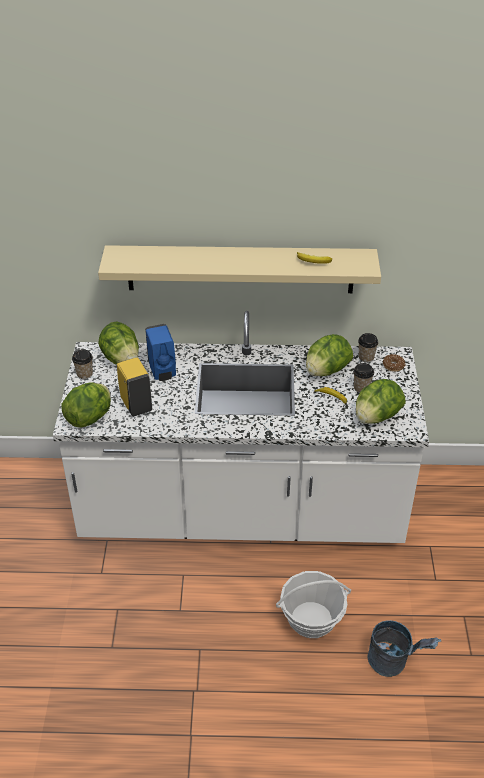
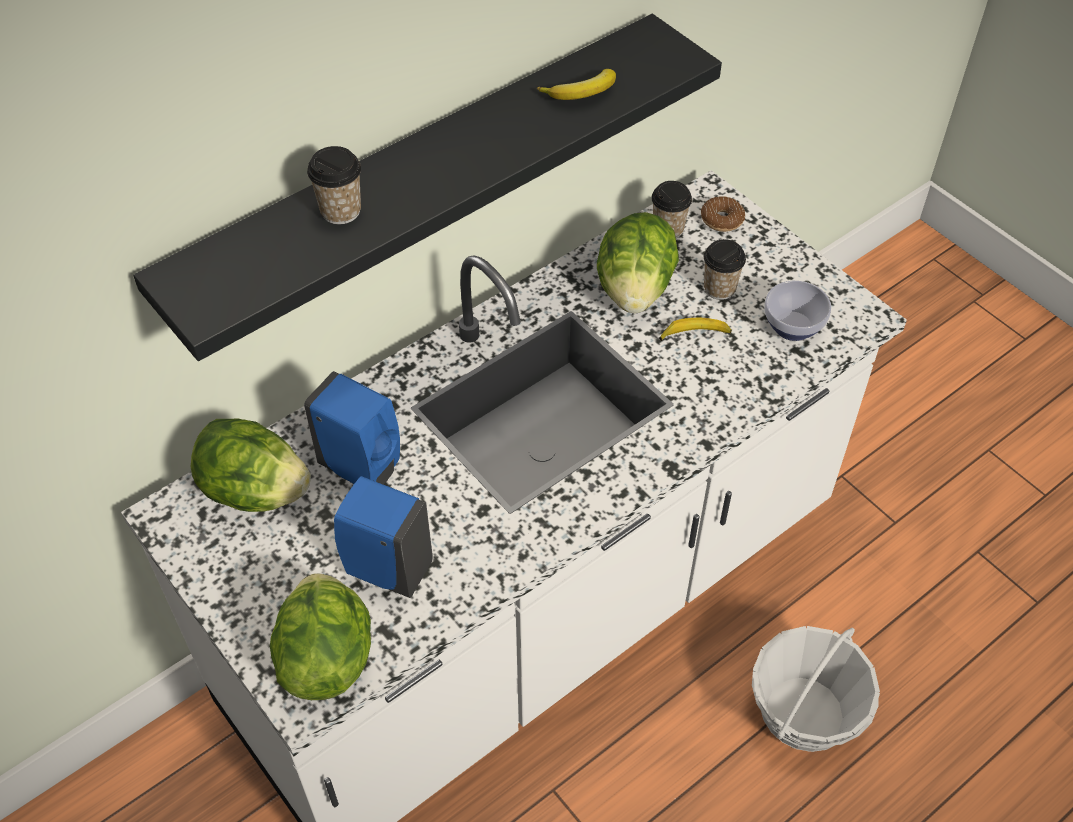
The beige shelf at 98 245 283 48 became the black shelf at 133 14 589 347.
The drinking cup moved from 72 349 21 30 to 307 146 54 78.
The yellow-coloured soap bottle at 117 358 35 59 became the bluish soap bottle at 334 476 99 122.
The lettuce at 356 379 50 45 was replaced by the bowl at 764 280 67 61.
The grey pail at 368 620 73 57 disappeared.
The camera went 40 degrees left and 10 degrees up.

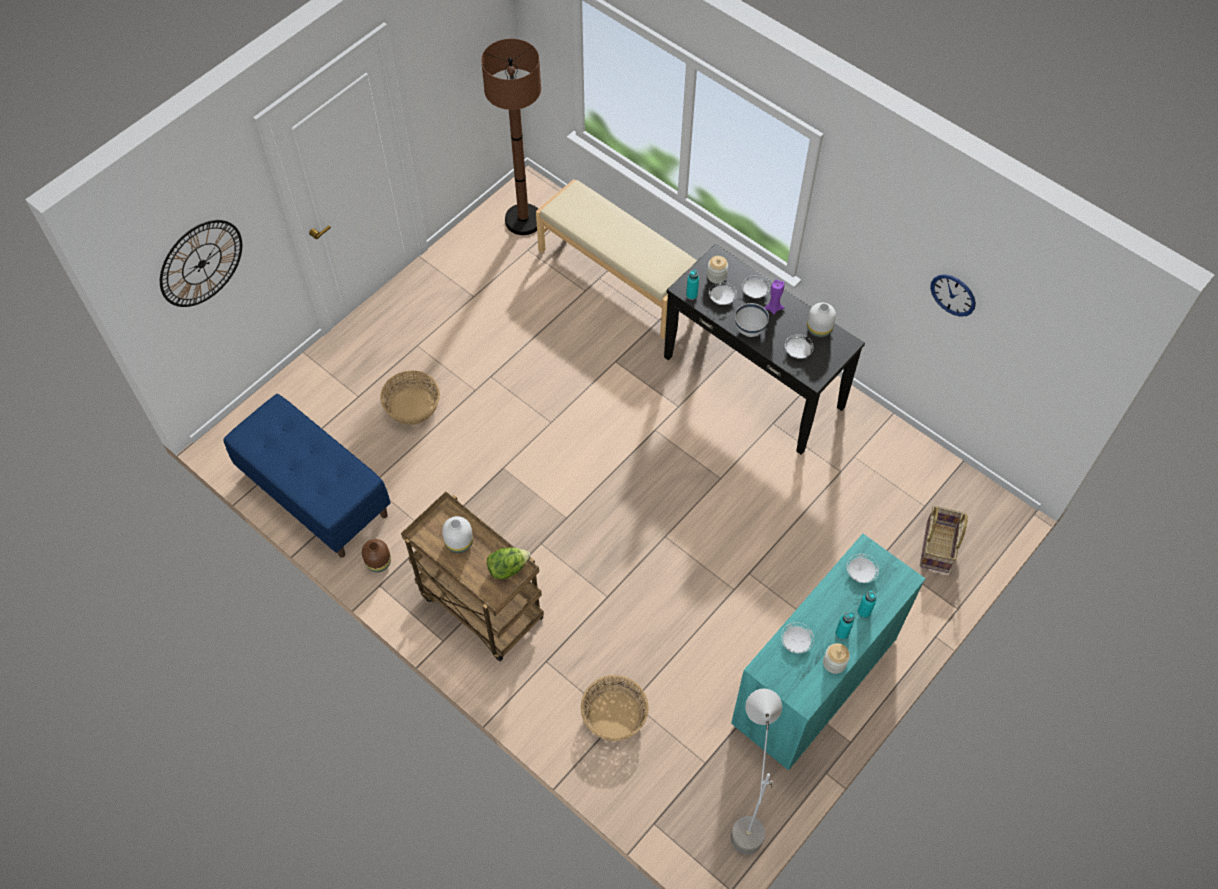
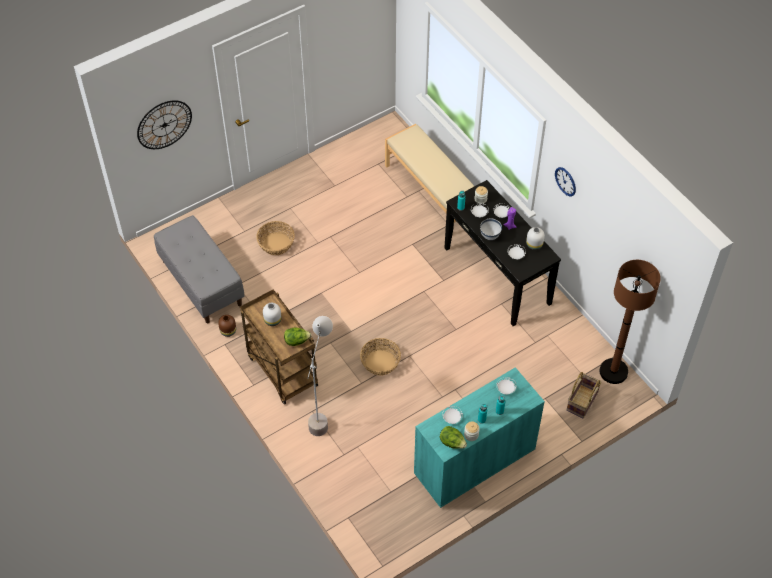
The bluish long seat at 223 394 168 164 became the grey long seat at 154 215 91 108.
The grey standard lamp moved from 730 689 52 165 to 307 316 26 120.
The basket moved from 581 675 68 66 to 360 338 41 38.
The lettuce at 440 426 27 23 appeared.
The wall clock moved from 930 274 46 43 to 555 167 21 29.
The brown-coloured standard lamp moved from 481 39 60 196 to 599 260 62 124.
The camera went 15 degrees right and 5 degrees down.

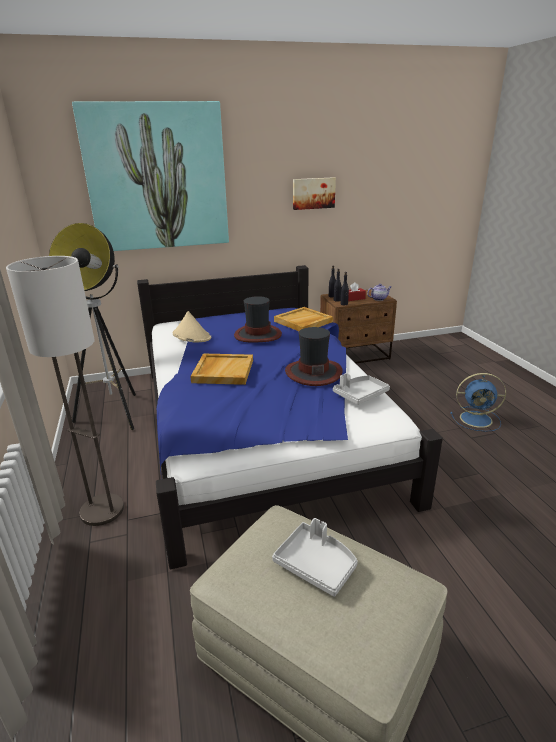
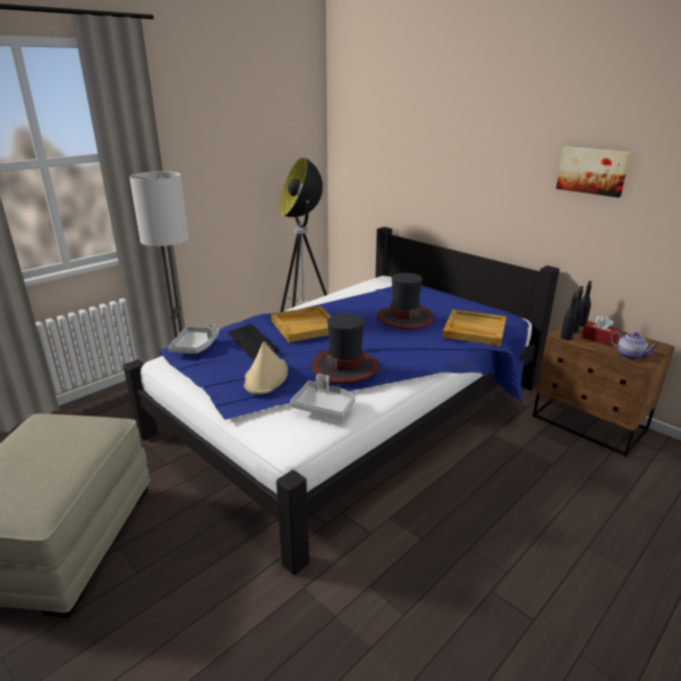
The grey serving tray moved from 272 518 86 79 to 169 324 50 30.
The computer keyboard at 227 324 51 35 appeared.
The beige clothing hat moved from 173 311 38 32 to 244 342 44 52.
The wall art at 72 101 157 150 disappeared.
The bluish fan at 450 373 56 59 disappeared.
The camera went 60 degrees right and 0 degrees up.

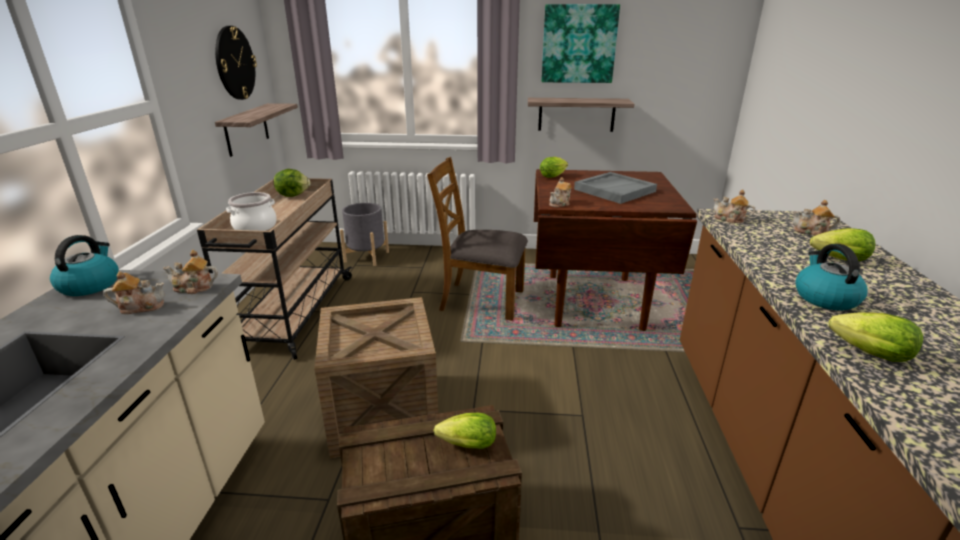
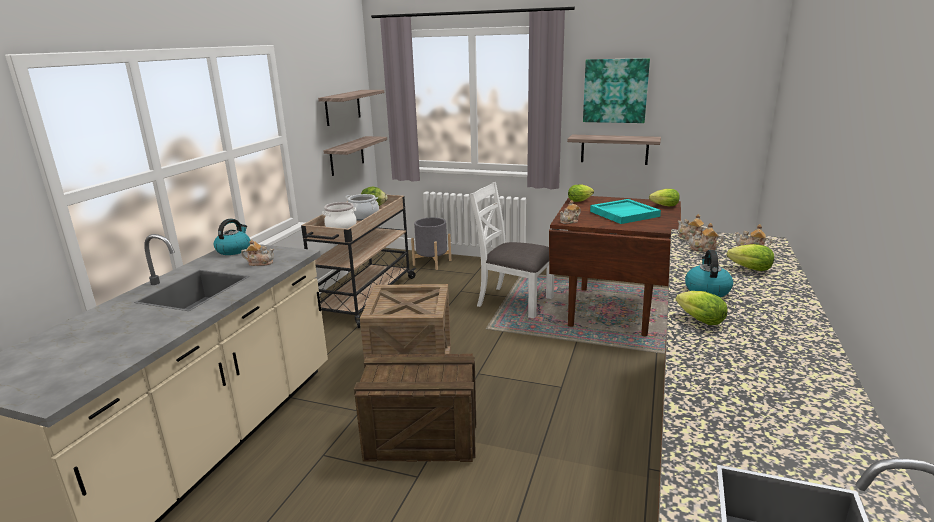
The wall clock at 215 26 42 74 was replaced by the shelf at 318 90 66 36.
The saucepot at 345 194 34 27 appeared.
The brown-coloured plain chair at 427 157 101 164 became the white-coloured plain chair at 470 182 84 136.
The grey serving tray at 574 172 83 32 became the blue-green serving tray at 590 199 71 25.
The lettuce moved from 434 413 62 36 to 649 189 30 17.
The teapot moved from 163 250 55 44 to 688 223 36 29.
The camera went 15 degrees right and 5 degrees down.

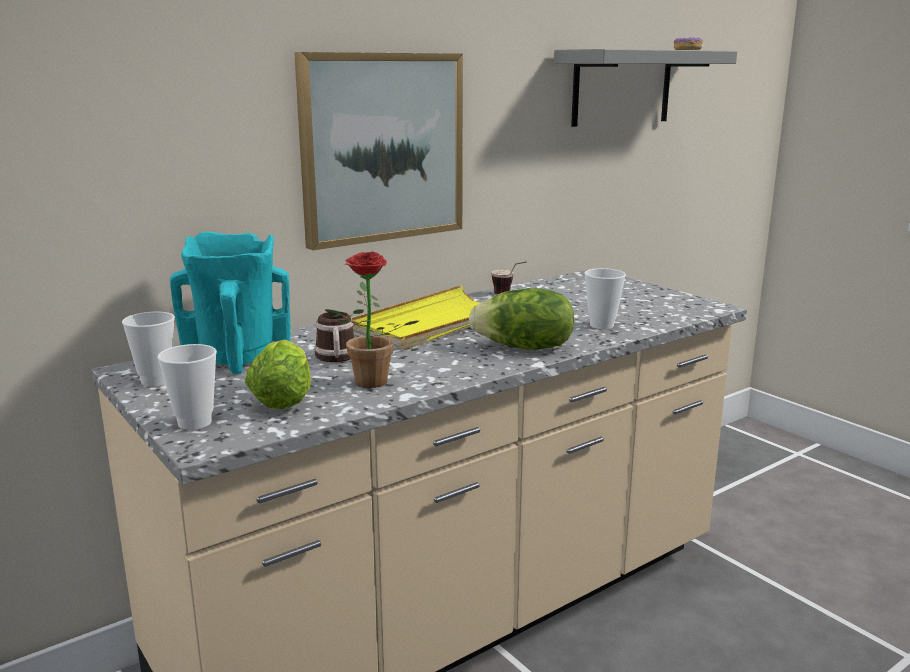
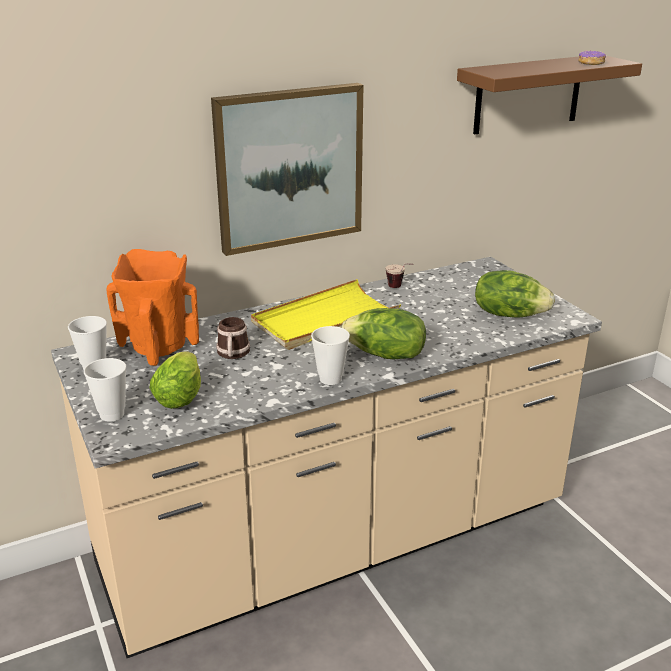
The blue-green decorative vase at 170 232 121 142 became the orangey decorative vase at 107 249 92 117.
The drinking cup moved from 584 268 42 61 to 311 326 39 59.
The grey shelf at 554 49 183 78 became the brown-coloured shelf at 457 56 185 79.
The lettuce at 475 270 80 48 appeared.
The plant in a pot at 325 252 94 136 disappeared.
The camera went 10 degrees right and 10 degrees up.

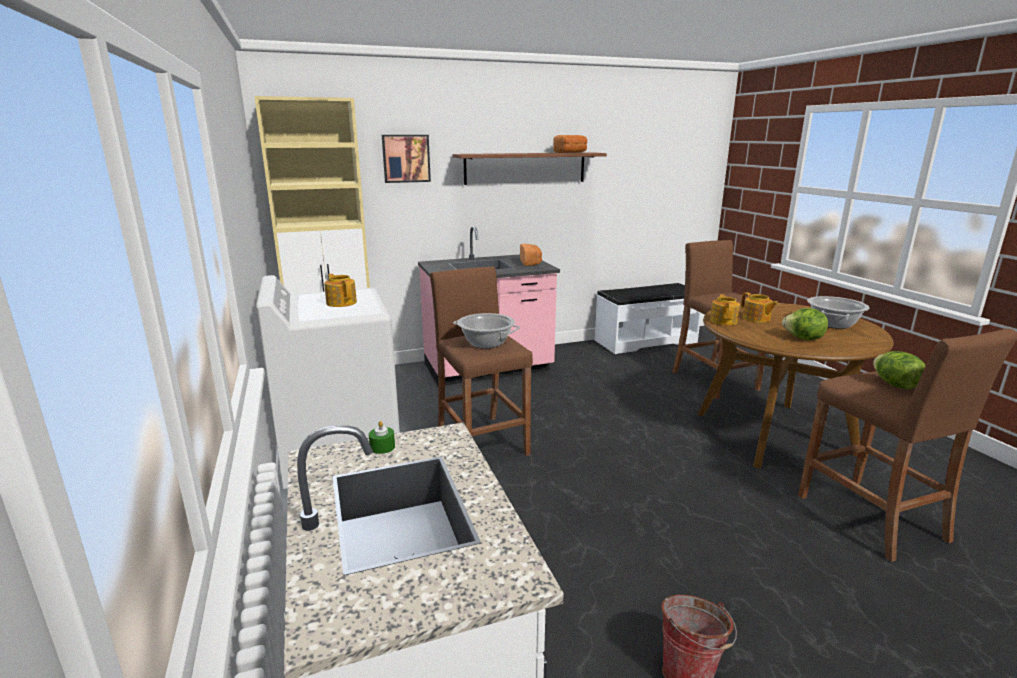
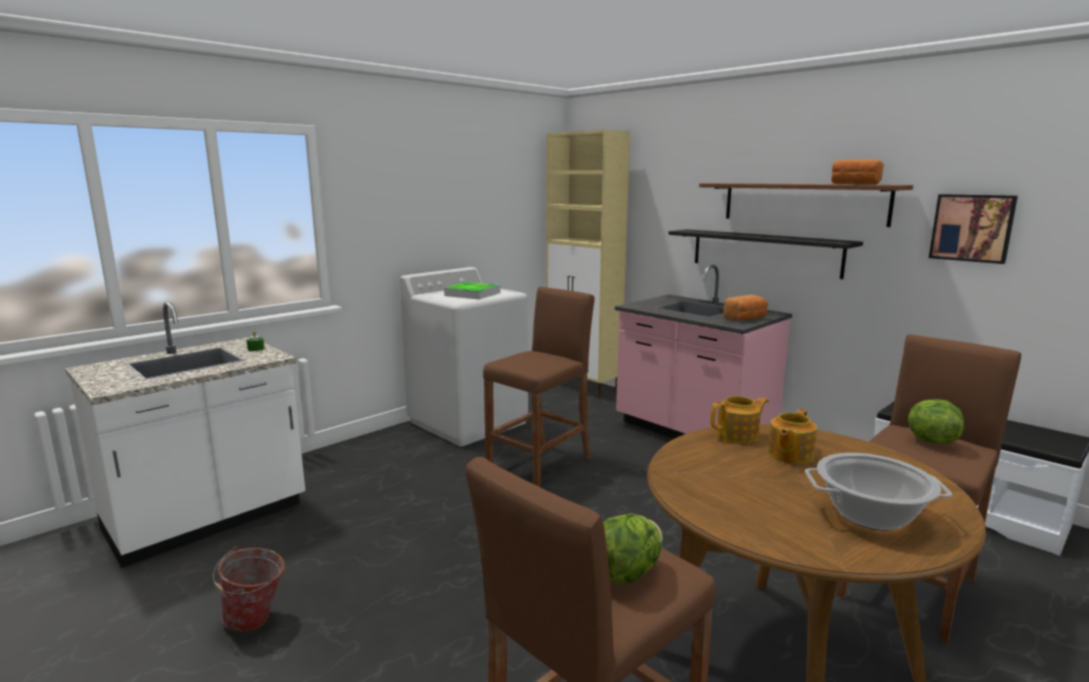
The teapot at 324 274 33 33 was replaced by the serving tray at 444 282 57 17.
The black shelf at 668 229 195 50 appeared.
The lettuce moved from 782 308 46 32 to 908 399 56 45.
The wall art moved from 382 135 49 48 to 929 194 89 70.
The saucepot at 453 313 67 36 disappeared.
The camera went 65 degrees right and 5 degrees down.

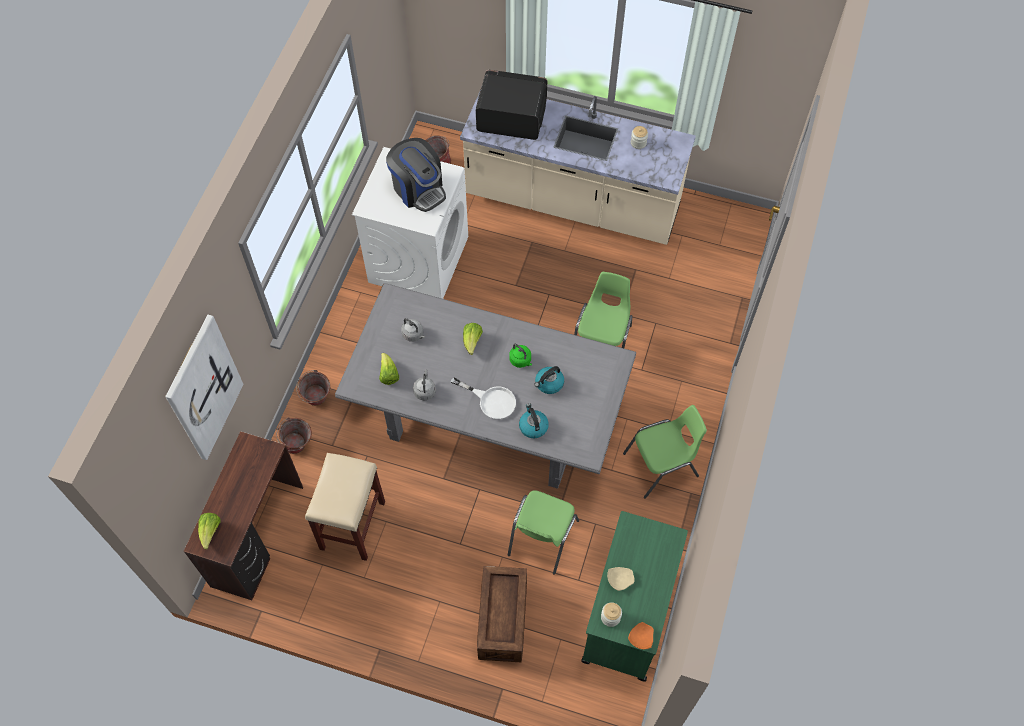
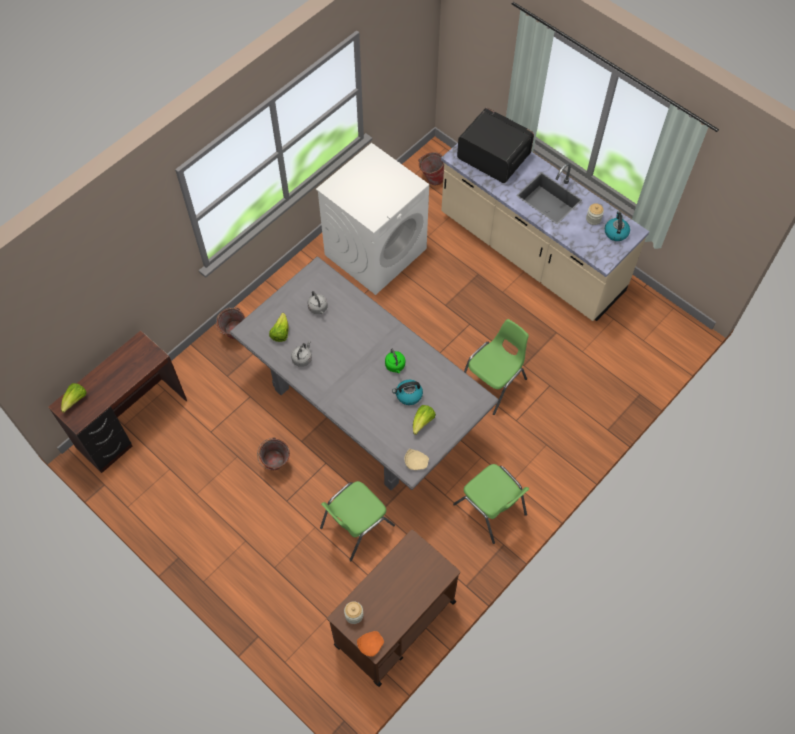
The pail moved from 276 417 36 37 to 257 437 33 33.
The green wheeled cart at 581 511 107 171 became the brown-coloured wheeled cart at 327 530 133 157.
The beige flat dish moved from 607 567 28 24 to 405 449 24 21.
The lettuce moved from 463 323 20 32 to 413 405 23 30.
The green plain chair at 623 405 84 94 turned 45 degrees clockwise.
The water kettle moved from 519 403 30 35 to 605 211 25 30.
The wall art at 165 315 79 145 disappeared.
The beige stool seat at 305 453 80 108 disappeared.
The coffee machine at 386 138 60 74 disappeared.
The white-coloured frying pan at 451 377 65 42 disappeared.
The shipping crate at 477 566 50 96 disappeared.
The camera went 25 degrees right and 0 degrees up.

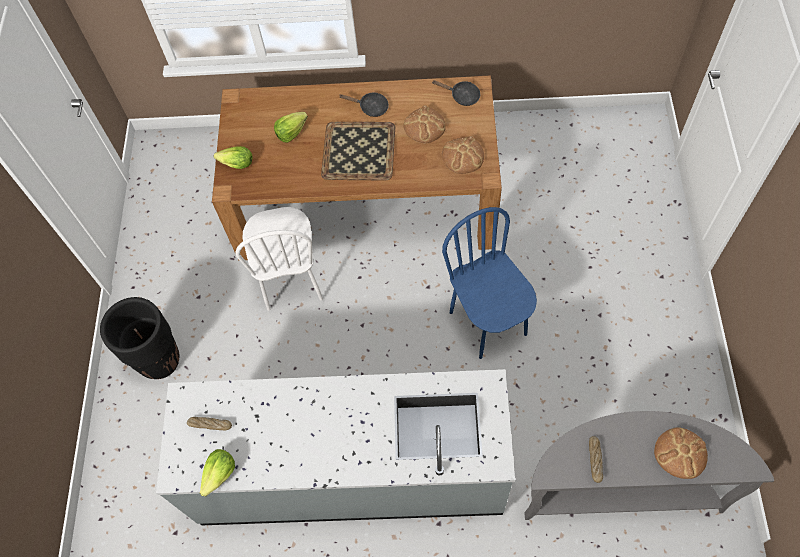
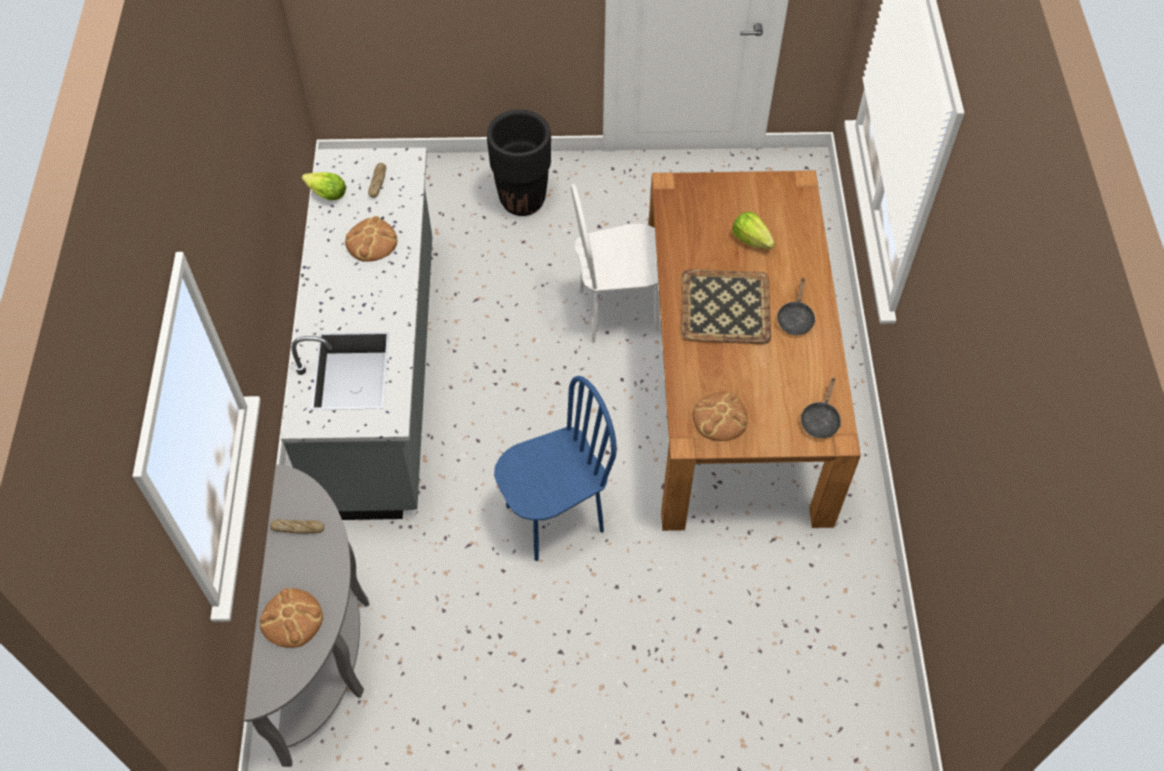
The bread moved from 404 105 42 38 to 345 216 52 46.
The lettuce at 214 146 39 23 disappeared.
The camera went 85 degrees right and 5 degrees down.

